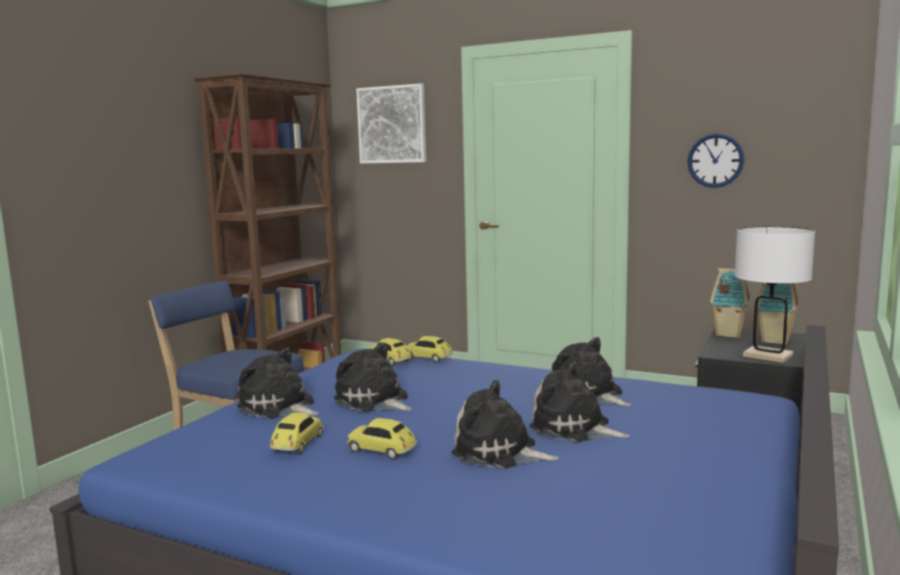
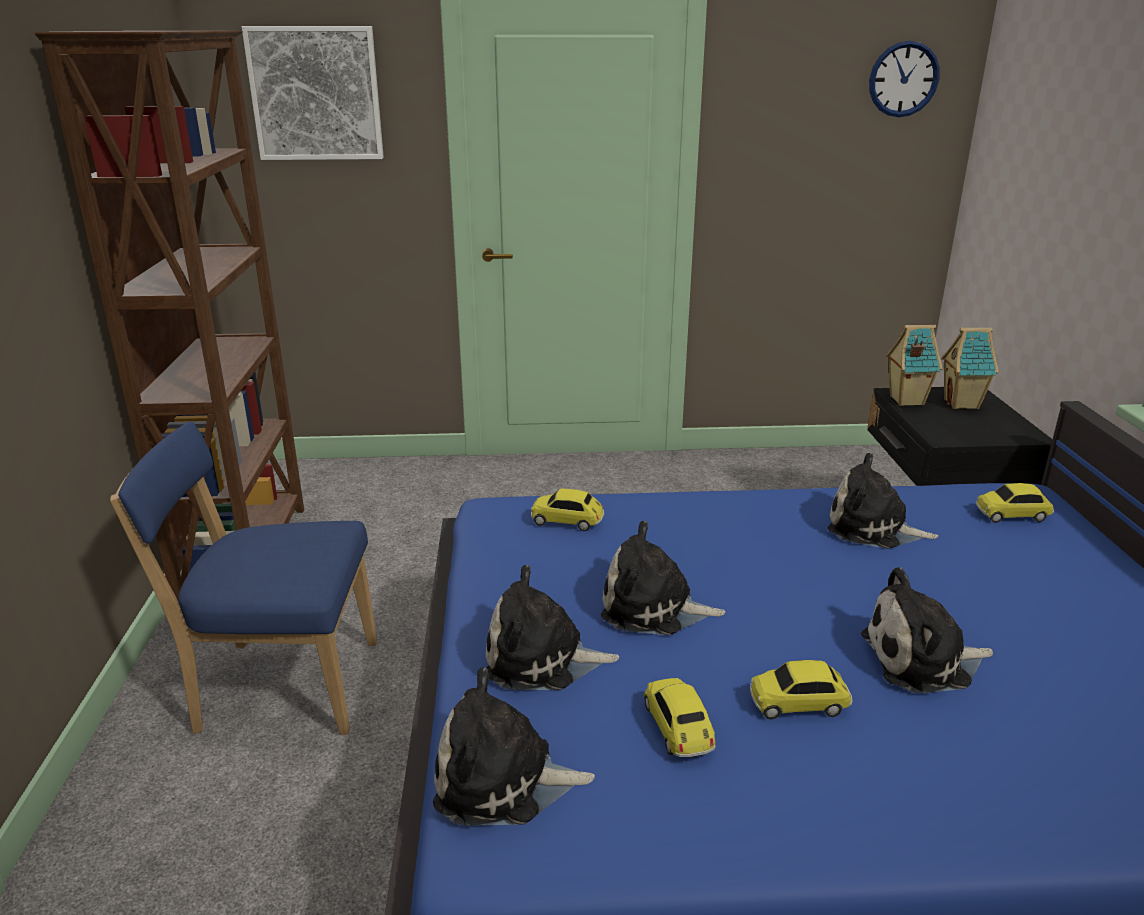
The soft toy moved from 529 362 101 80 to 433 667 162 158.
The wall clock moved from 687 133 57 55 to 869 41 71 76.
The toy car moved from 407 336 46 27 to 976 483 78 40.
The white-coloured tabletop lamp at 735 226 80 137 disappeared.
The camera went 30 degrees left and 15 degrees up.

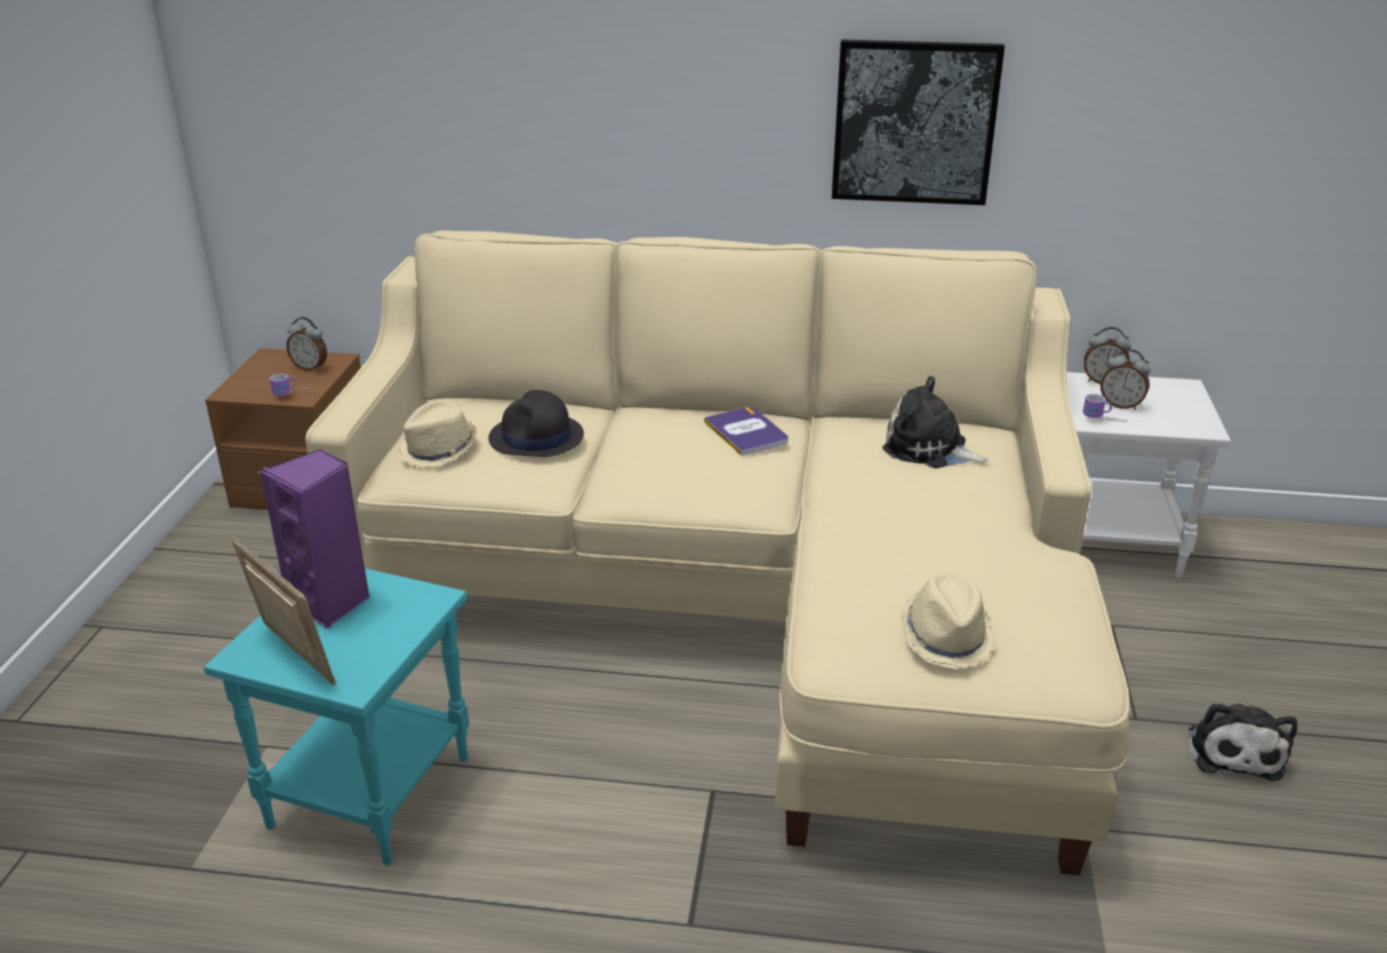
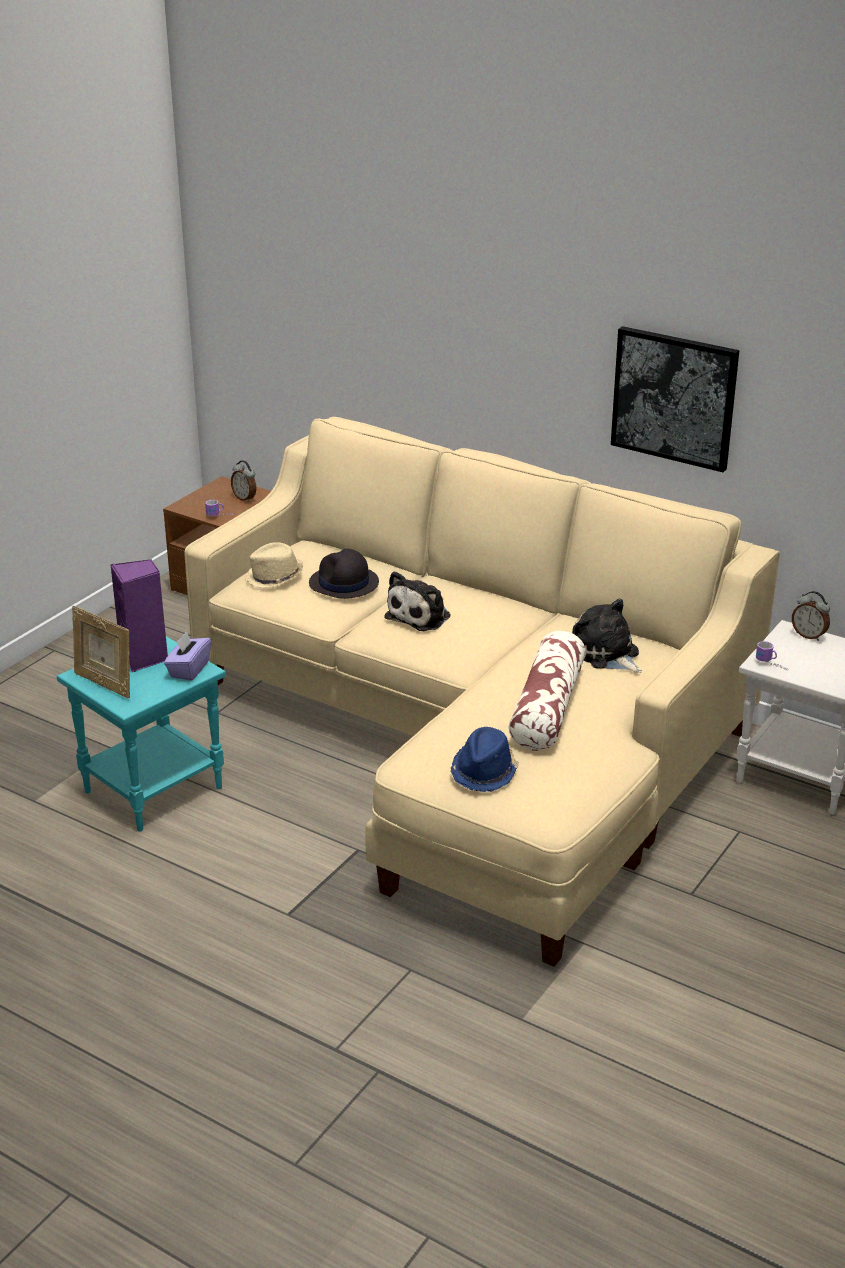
The standing frame at 231 537 105 148 turned 150 degrees clockwise.
The purple-coloured tissue holder at 164 632 47 49 appeared.
The soft toy moved from 1189 702 108 79 to 385 571 66 60.
The beige clothing hat at 902 573 93 96 became the bluish clothing hat at 451 727 68 65.
The cushion at 509 631 77 120 appeared.
The bound book at 704 407 84 49 disappeared.
The bedside clock at 1100 349 51 61 disappeared.
The camera went 25 degrees right and 0 degrees up.

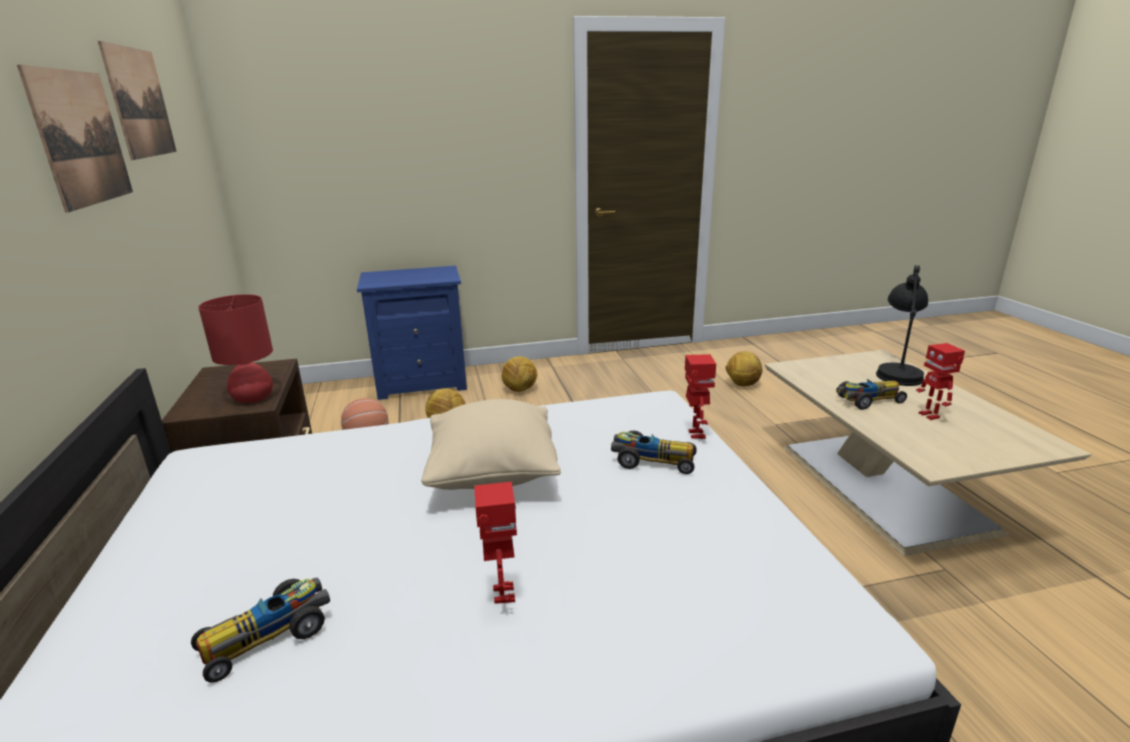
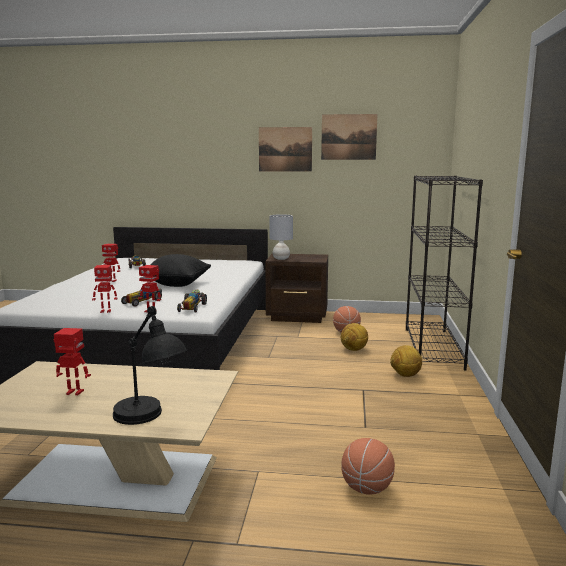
The robot figure at 92 265 26 48 appeared.
The beige cushion at 421 399 140 91 became the black cushion at 150 254 61 33.
The toy car moved from 836 380 71 30 to 177 290 30 22.
The red-coloured tabletop lamp at 198 294 75 109 became the grey tabletop lamp at 269 214 24 46.
The football ball at 725 351 37 35 was replaced by the ball for basketball at 341 438 54 57.
The bluish bedside table at 357 266 110 134 was replaced by the black bookcase at 406 175 77 196.
The camera went 110 degrees right and 10 degrees down.

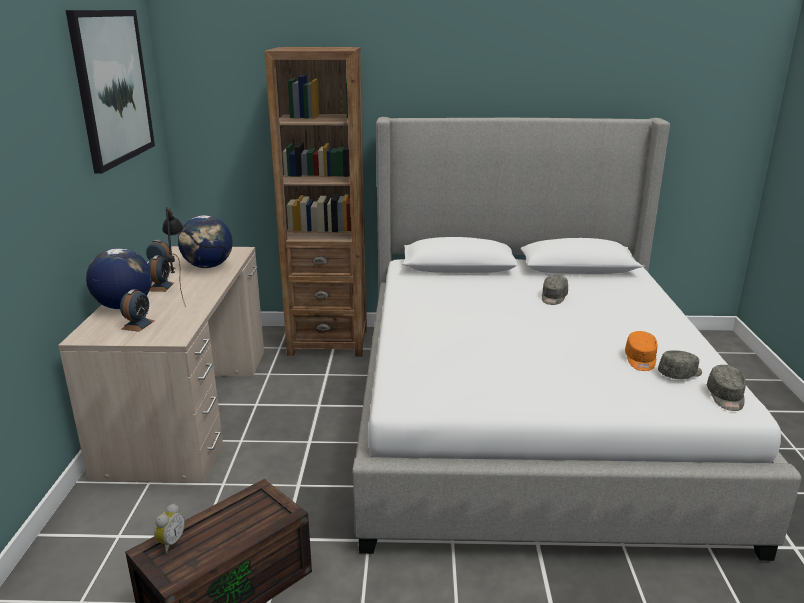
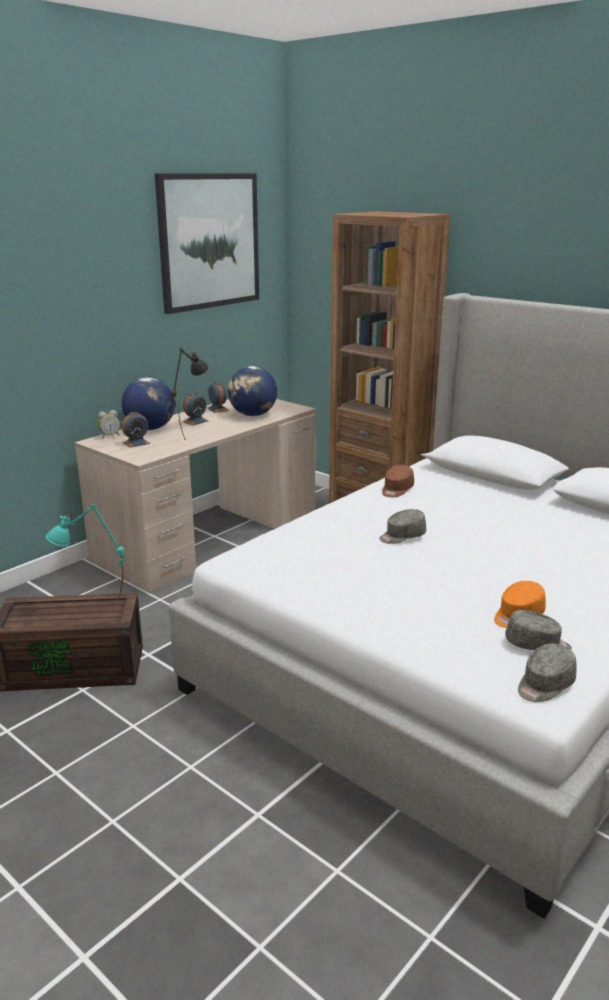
The blue-green tabletop lamp at 46 504 78 97 appeared.
The bedside clock moved from 154 504 31 49 to 98 410 22 28.
The grey peaked cap moved from 542 275 26 30 to 379 509 47 35.
The brown-coloured peaked cap at 382 465 32 32 appeared.
The camera went 40 degrees right and 0 degrees up.

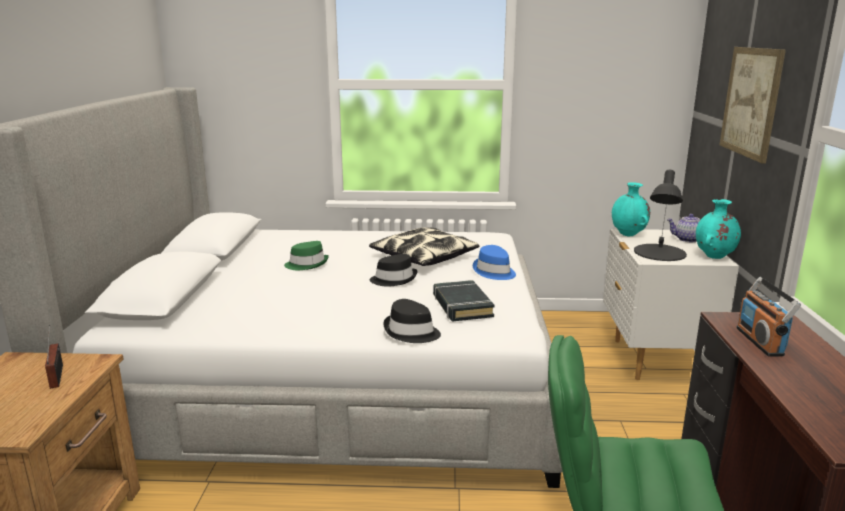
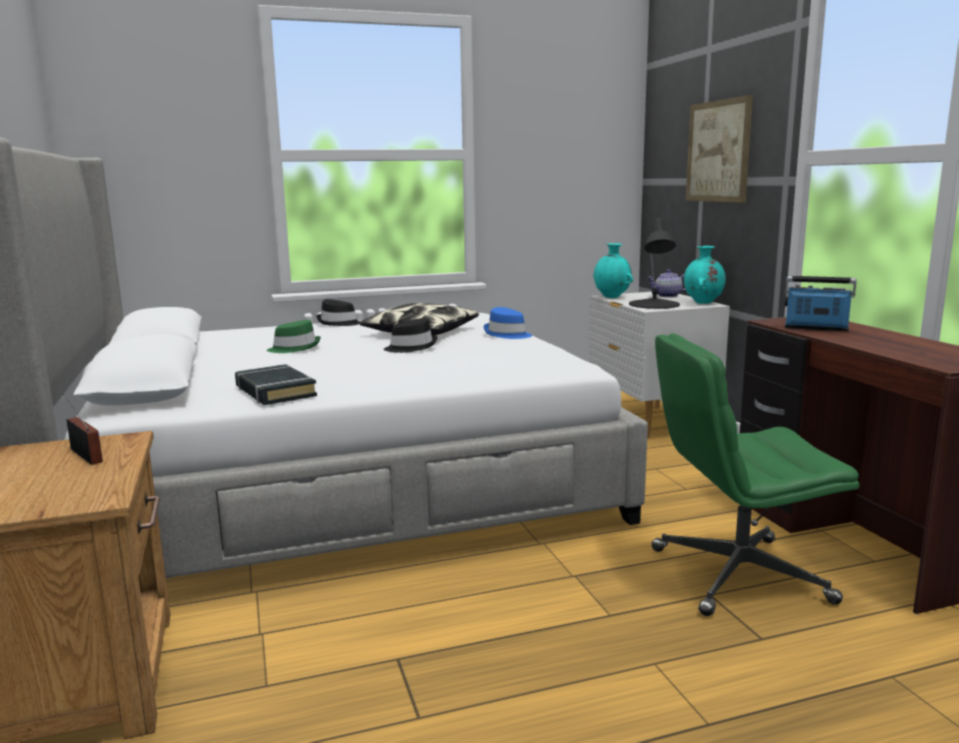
The black bound book moved from 433 280 62 41 to 235 364 82 41.
The black clothing hat moved from 383 299 58 44 to 316 299 45 27.
The radio set at 737 277 64 79 turned 135 degrees clockwise.
The camera went 20 degrees left and 5 degrees down.

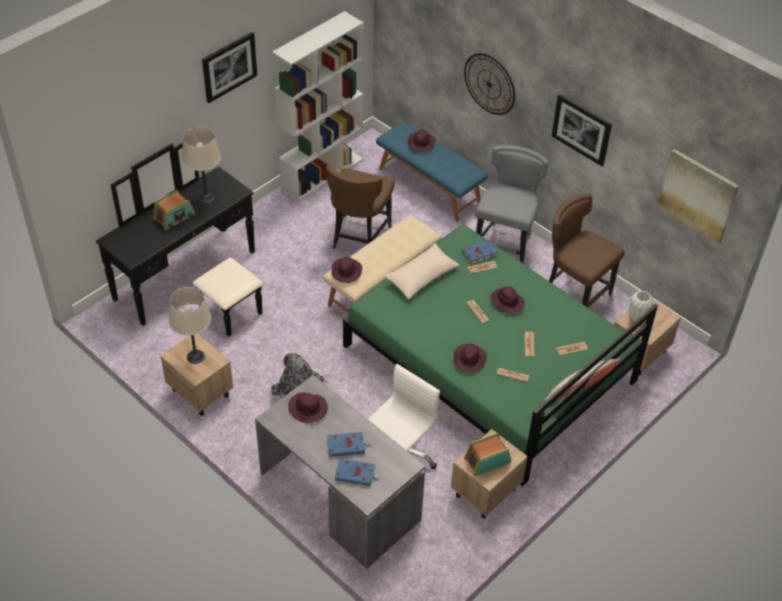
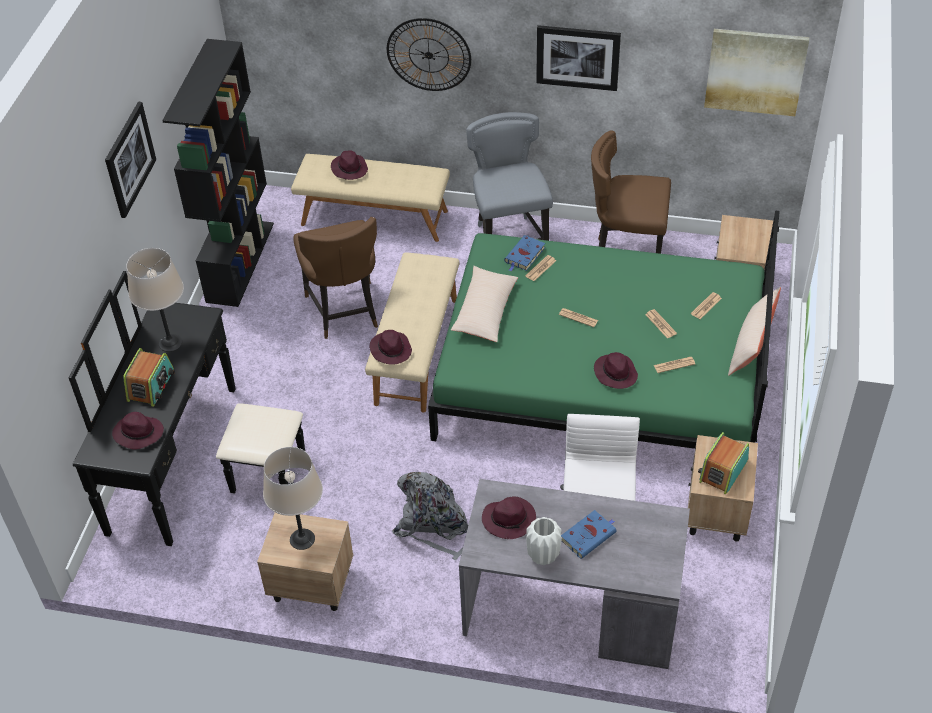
The purple-coloured clothing hat moved from 491 286 34 27 to 112 412 52 38.
The white-coloured bookcase at 272 11 92 191 became the black bookcase at 162 39 112 268.
The bluish long seat at 376 121 112 101 became the beige long seat at 291 154 159 88.
The white-coloured decorative vase moved from 629 291 25 31 to 526 517 36 48.
The bluish bound book at 335 459 44 27 disappeared.
The camera went 30 degrees left and 0 degrees up.

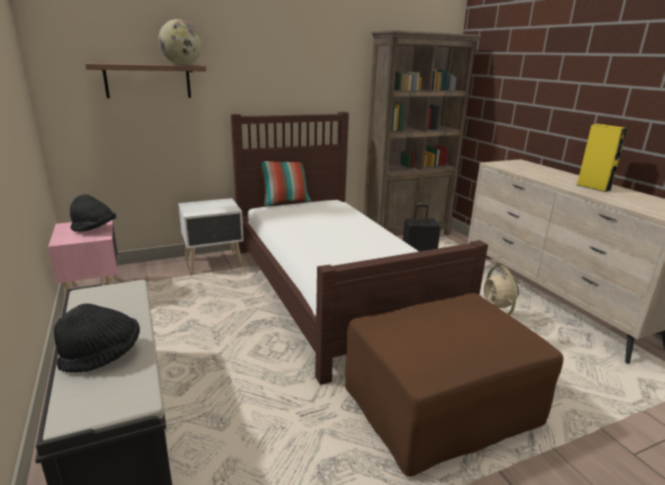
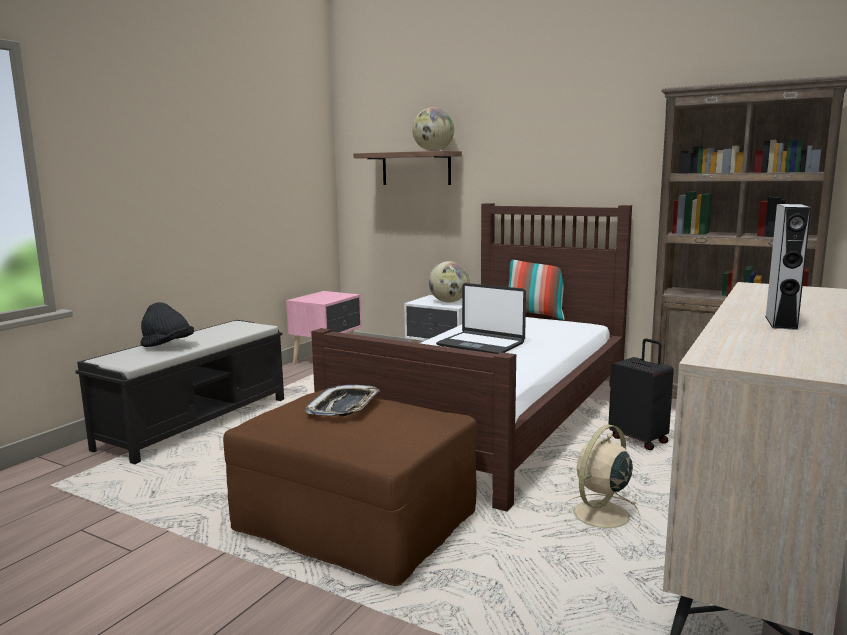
The serving tray at 305 385 75 31 appeared.
The globe at 428 261 42 41 appeared.
The notebook computer at 436 283 90 71 appeared.
The yellow-coloured loudspeaker at 577 124 50 68 became the grey loudspeaker at 765 204 46 126.
The black clothing hat at 70 195 46 37 disappeared.
The camera went 55 degrees right and 10 degrees down.

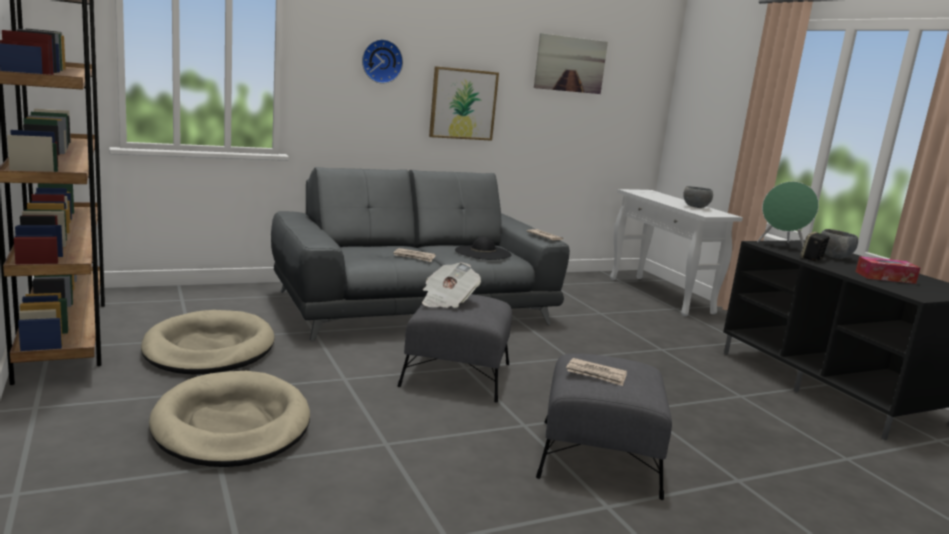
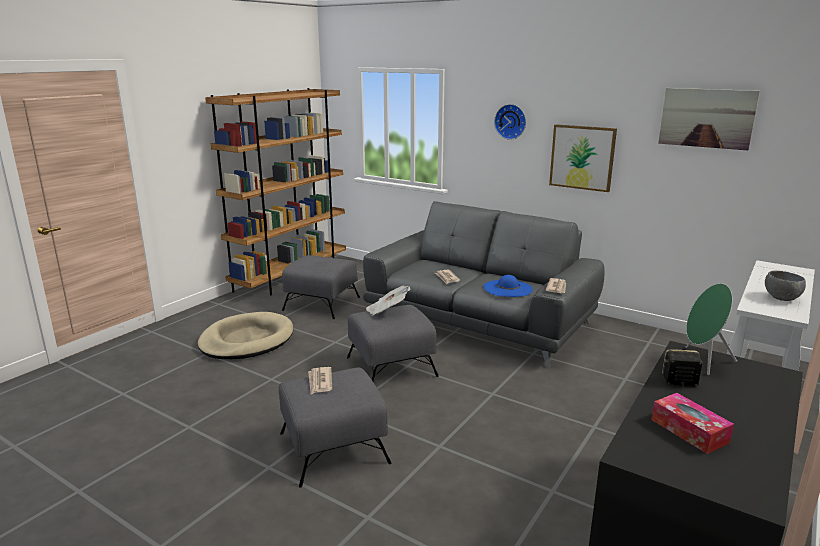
The beige dog bed at 141 310 134 65 was replaced by the grey footrest at 282 255 78 64.
The black clothing hat at 455 236 56 24 became the bluish clothing hat at 483 275 50 22.
The grey bowl at 821 229 37 30 disappeared.
The camera went 60 degrees right and 5 degrees up.

